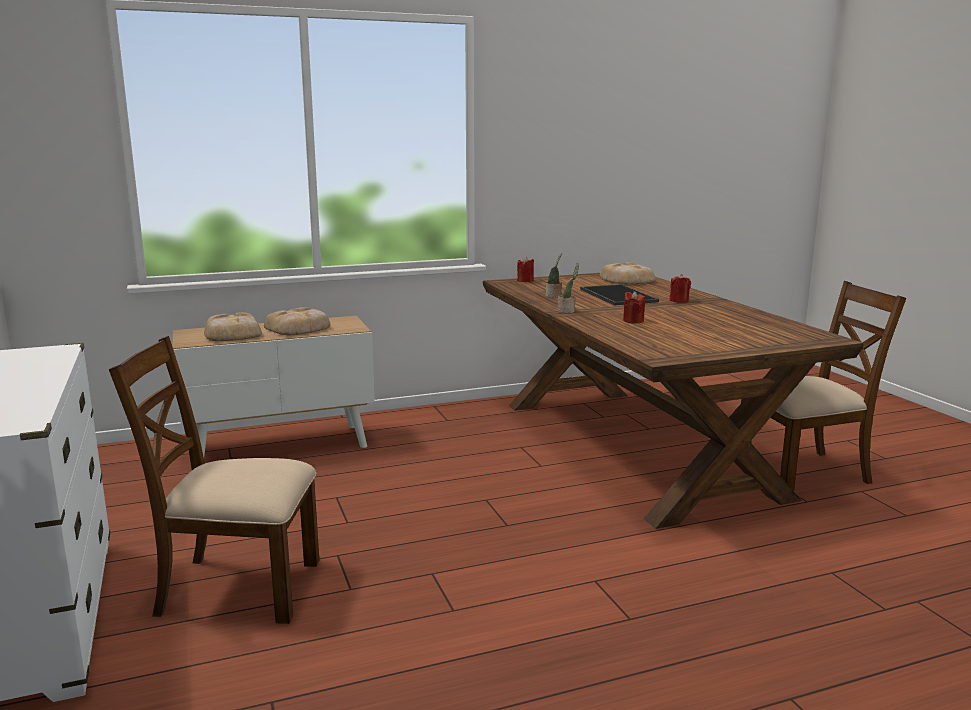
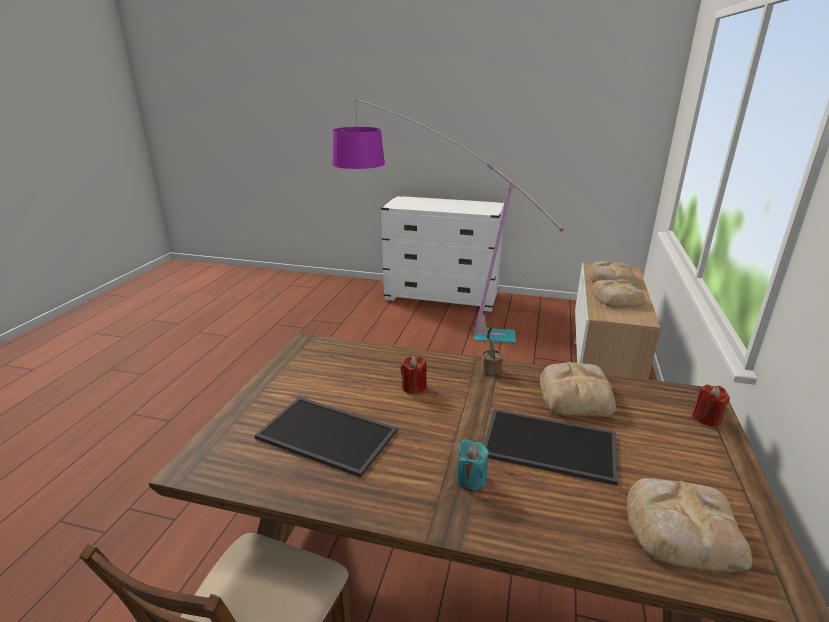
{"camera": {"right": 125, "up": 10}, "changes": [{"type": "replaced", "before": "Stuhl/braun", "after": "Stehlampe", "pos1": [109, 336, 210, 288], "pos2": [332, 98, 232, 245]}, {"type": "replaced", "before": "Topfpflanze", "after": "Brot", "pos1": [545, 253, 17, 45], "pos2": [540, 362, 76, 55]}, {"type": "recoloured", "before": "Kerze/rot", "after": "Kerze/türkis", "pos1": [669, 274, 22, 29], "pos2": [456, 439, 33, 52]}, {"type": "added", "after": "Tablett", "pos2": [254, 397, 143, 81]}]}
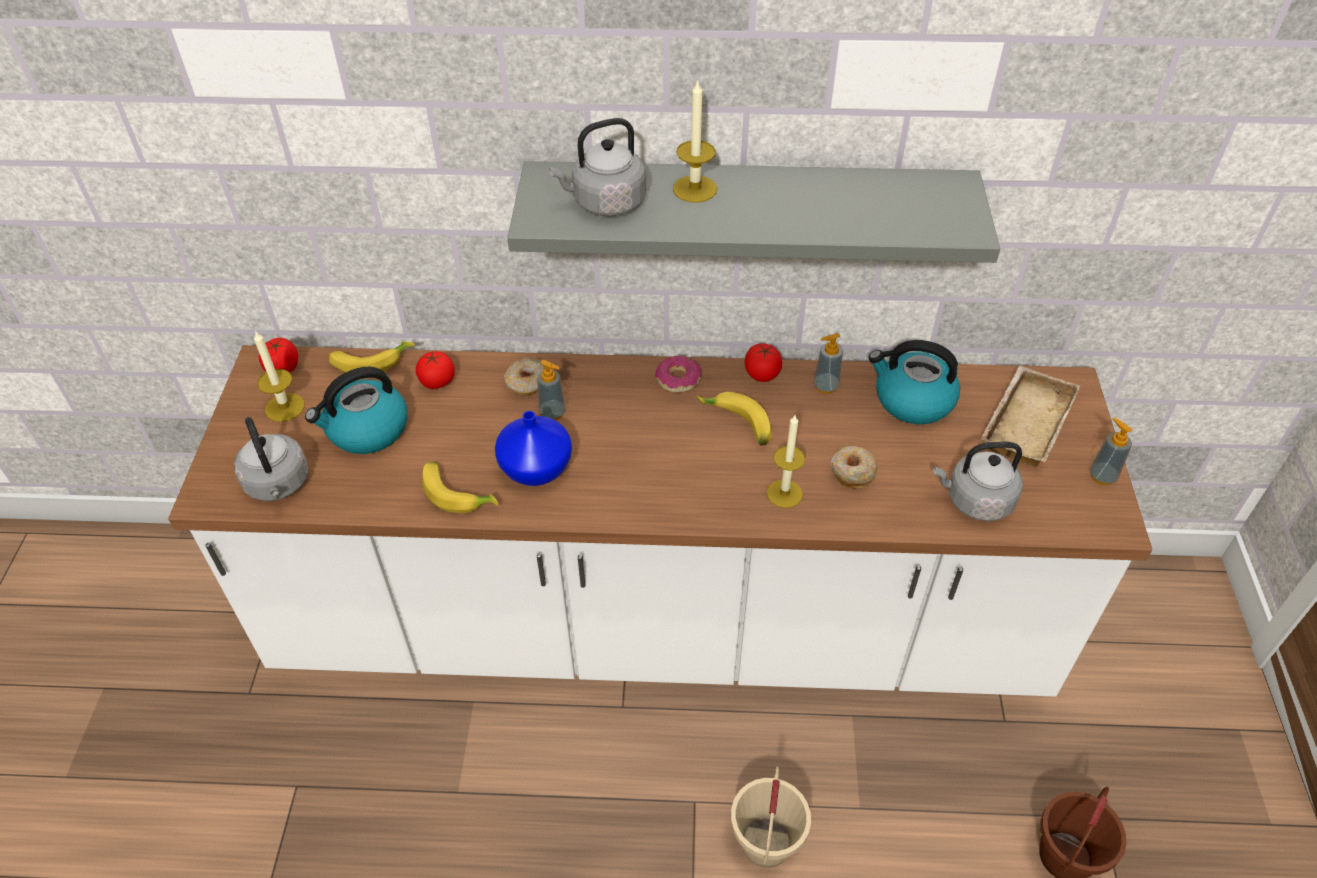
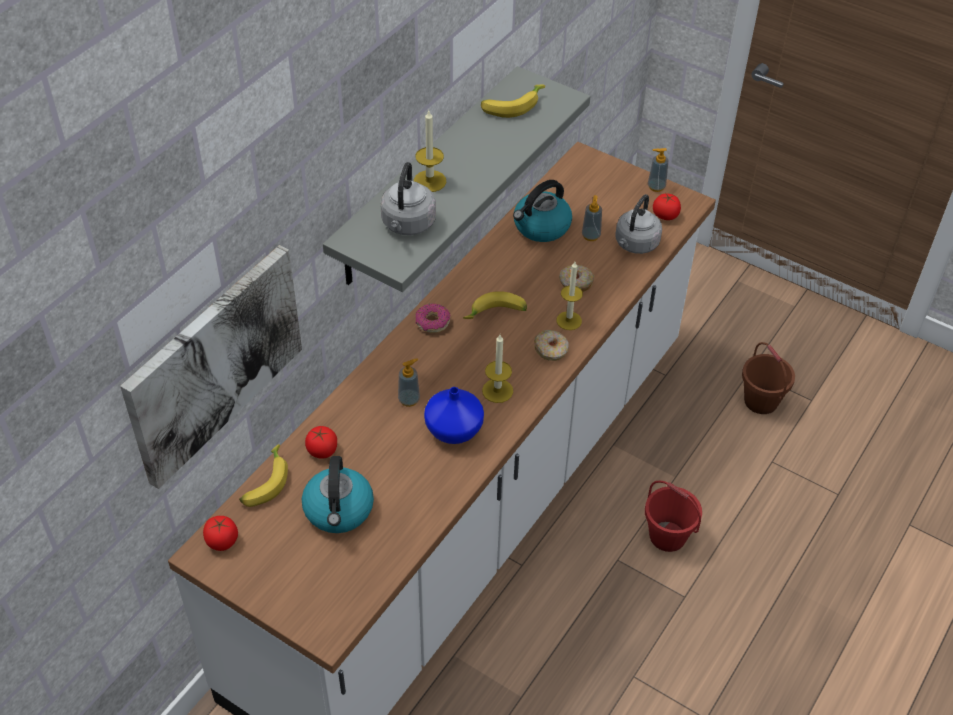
{"camera": {"right": -60, "up": 0}, "changes": [{"type": "removed", "before": "Wasserkessel/grau", "pos1": [234, 417, 75, 84]}, {"type": "moved", "before": "Kerze", "pos1": [254, 330, 51, 92], "pos2": [482, 335, 31, 68]}, {"type": "moved", "before": "Banane", "pos1": [422, 462, 76, 51], "pos2": [481, 85, 64, 33]}, {"type": "moved", "before": "Donut", "pos1": [504, 357, 41, 38], "pos2": [534, 330, 35, 31]}, {"type": "recoloured", "before": "Eimer/beige", "after": "Eimer/rot", "pos1": [731, 767, 80, 101], "pos2": [645, 481, 57, 71]}, {"type": "moved", "before": "Tomate", "pos1": [745, 344, 37, 38], "pos2": [653, 194, 28, 26]}, {"type": "moved", "before": "Seifenspender", "pos1": [813, 333, 30, 61], "pos2": [582, 195, 20, 46]}, {"type": "removed", "before": "Tablett/beige", "pos1": [981, 366, 99, 101]}, {"type": "added", "after": "Bild", "pos2": [120, 245, 182, 244]}]}
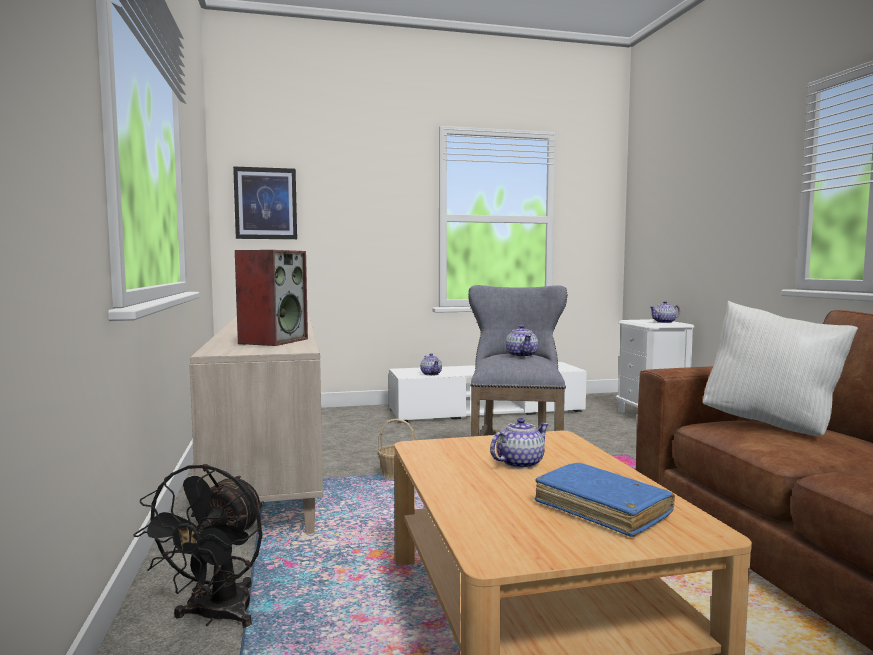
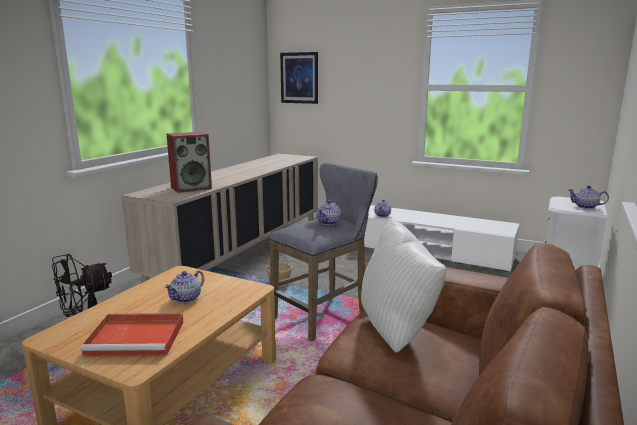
{"camera": {"right": 40, "up": 10}, "changes": [{"type": "turned", "before": "Teekanne", "pos1": [490, 418, 59, 51], "pos2": [164, 270, 40, 33], "turn": 120}, {"type": "replaced", "before": "Buch/blau", "after": "Tablett/rot", "pos1": [534, 463, 141, 74], "pos2": [80, 313, 103, 44]}]}
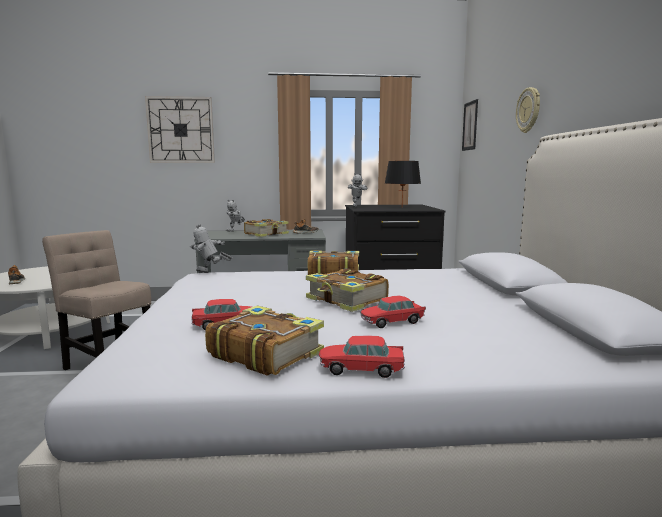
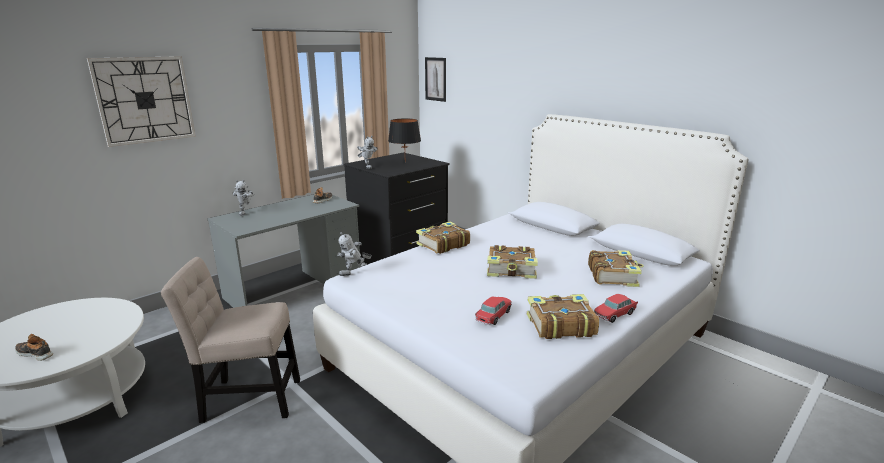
{"camera": {"right": -40, "up": 10}, "changes": [{"type": "moved", "before": "Buch", "pos1": [244, 219, 45, 18], "pos2": [588, 250, 56, 37]}, {"type": "removed", "before": "Spielzeugauto", "pos1": [361, 295, 65, 33]}, {"type": "removed", "before": "Wanduhr", "pos1": [516, 87, 24, 46]}]}
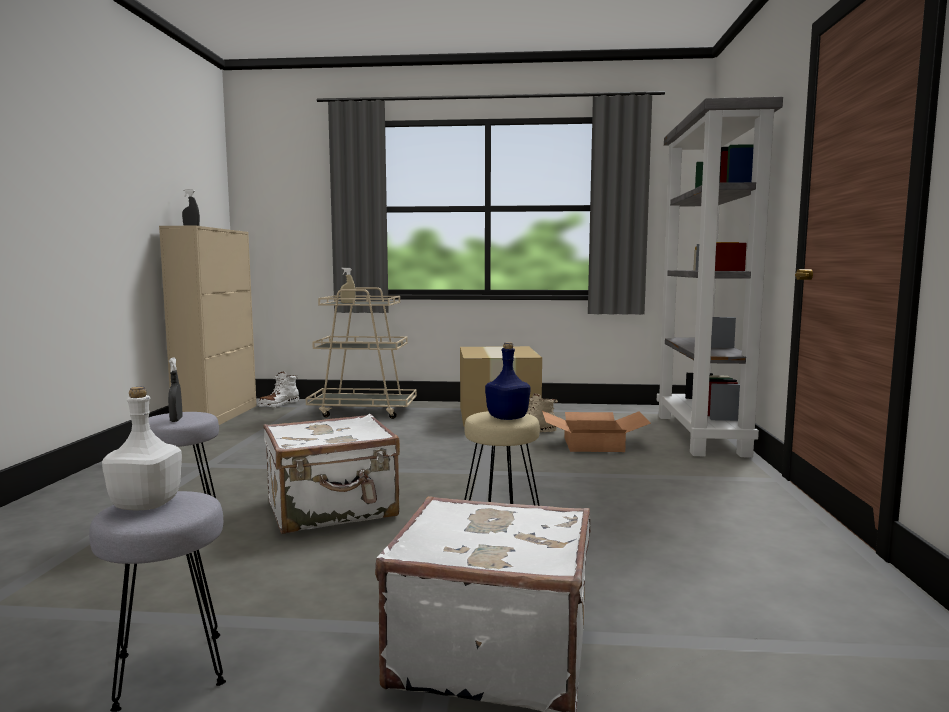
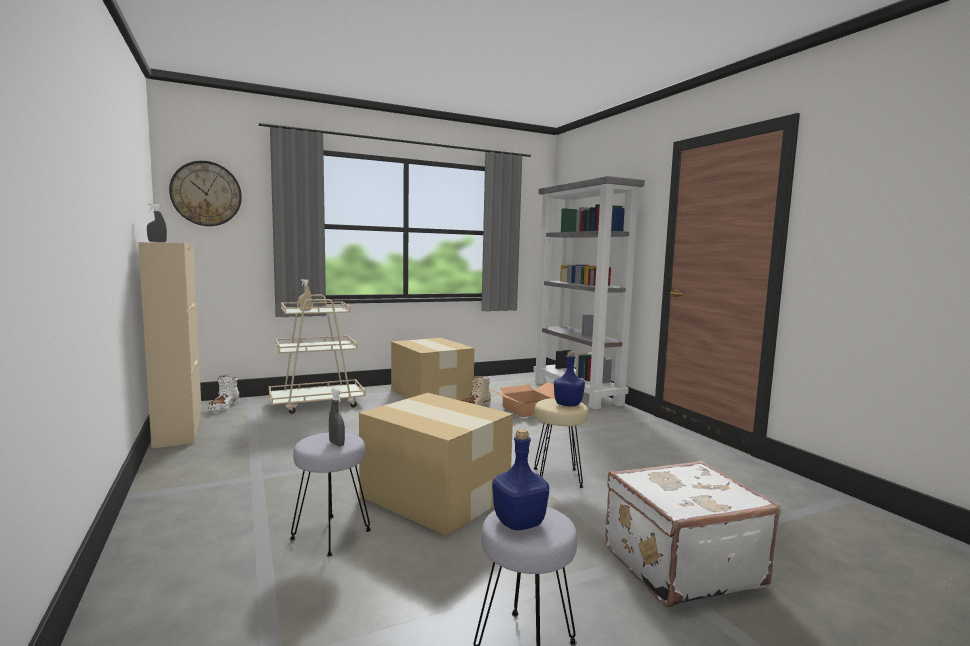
{"camera": {"right": -30, "up": 0}, "changes": [{"type": "recoloured", "before": "Flasche/weiß", "after": "Flasche/blau", "pos1": [102, 387, 80, 123], "pos2": [492, 429, 57, 101]}, {"type": "replaced", "before": "Koffer/weiß", "after": "Karton", "pos1": [263, 414, 137, 120], "pos2": [359, 393, 154, 143]}, {"type": "added", "after": "Wanduhr", "pos2": [169, 161, 73, 65]}]}
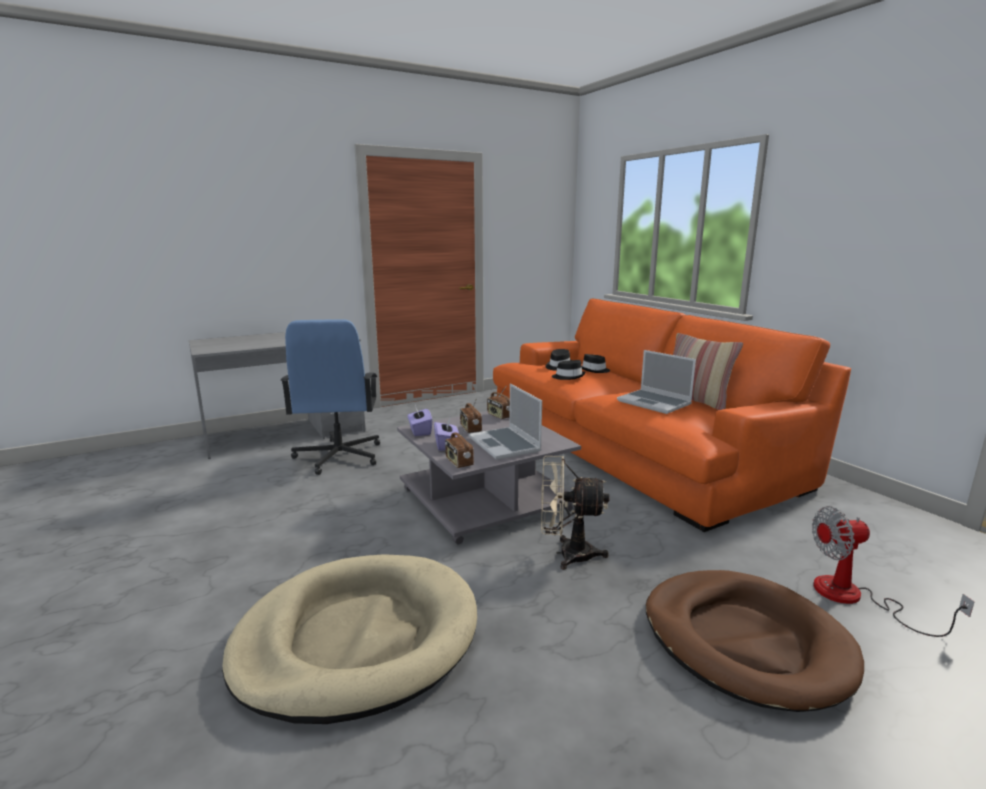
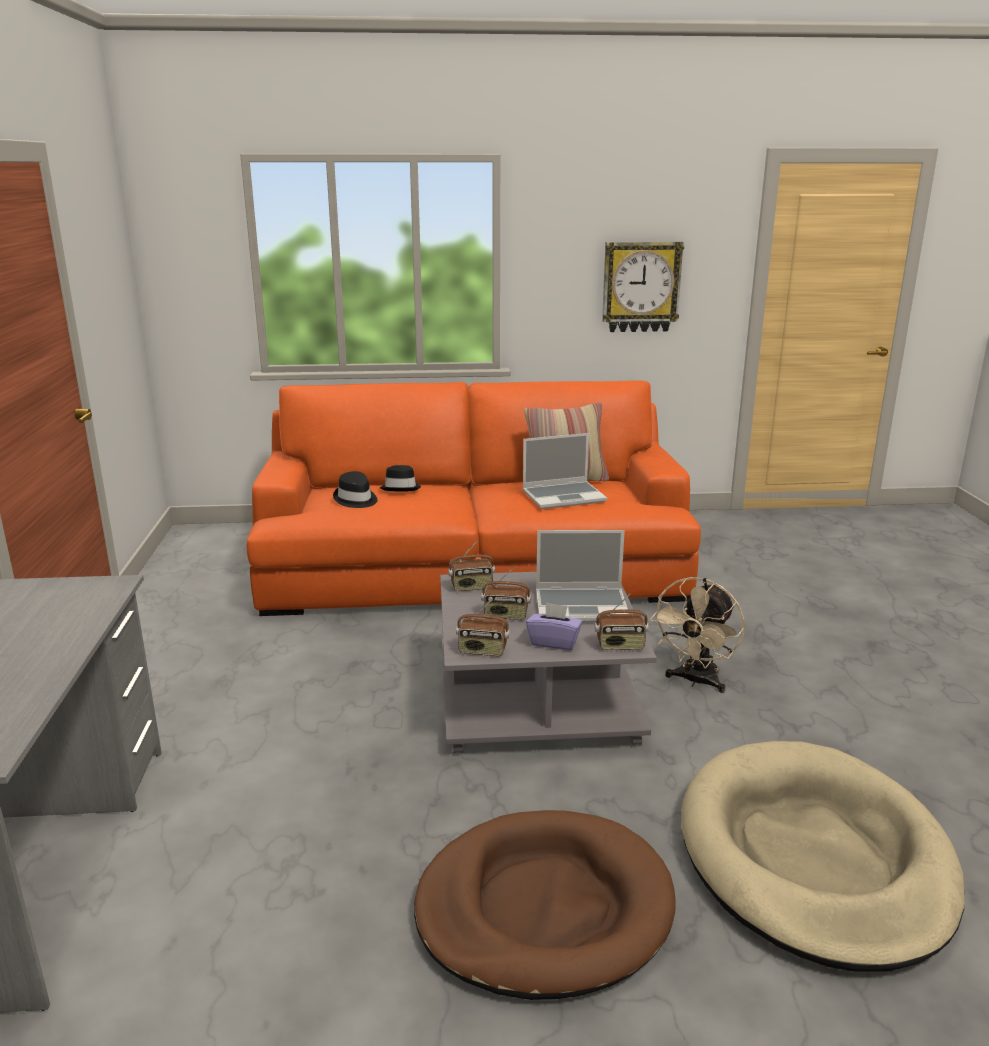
{"camera": {"right": -65, "up": 5}, "changes": [{"type": "removed", "before": "Bürostuhl/blau", "pos1": [281, 319, 99, 156]}, {"type": "replaced", "before": "Taschentuchbox/lila", "after": "Radio", "pos1": [407, 405, 25, 31], "pos2": [456, 599, 54, 57]}, {"type": "removed", "before": "Hut/schwarz", "pos1": [552, 360, 33, 20]}, {"type": "moved", "before": "Hundebett/braun", "pos1": [646, 570, 218, 142], "pos2": [414, 810, 262, 190]}, {"type": "removed", "before": "Ventilator", "pos1": [812, 506, 162, 131]}, {"type": "added", "after": "Wanduhr", "pos2": [602, 242, 82, 90]}]}
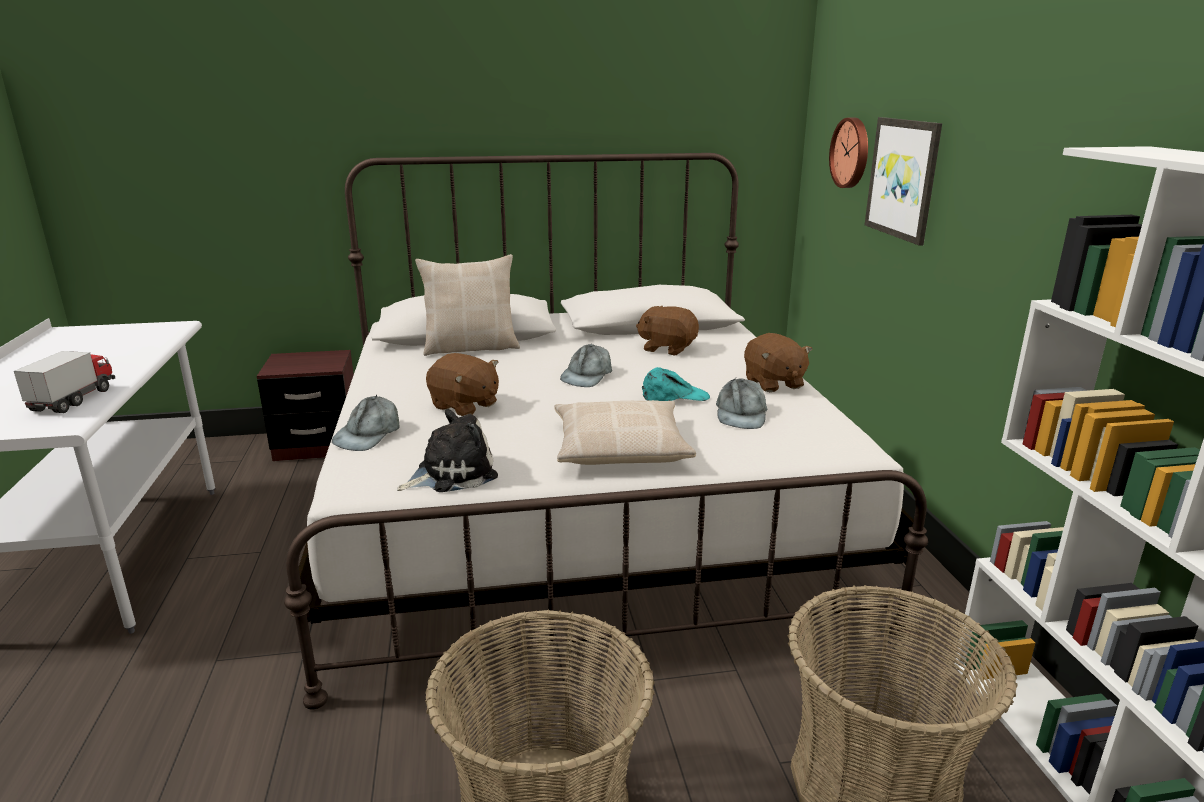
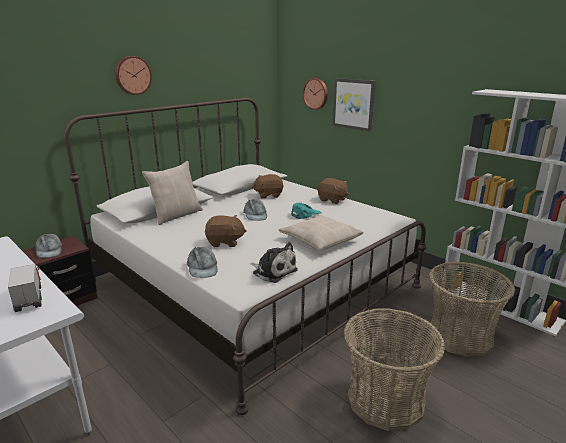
{"camera": {"right": -35, "up": 0}, "changes": [{"type": "turned", "before": "Plüschtier", "pos1": [397, 409, 101, 83], "pos2": [250, 242, 48, 41], "turn": 105}, {"type": "moved", "before": "Kappe/grau", "pos1": [716, 378, 51, 51], "pos2": [36, 234, 26, 24]}, {"type": "added", "after": "Wanduhr", "pos2": [115, 56, 37, 39]}]}
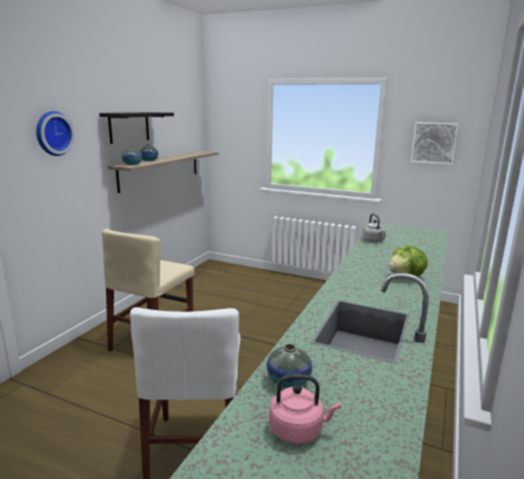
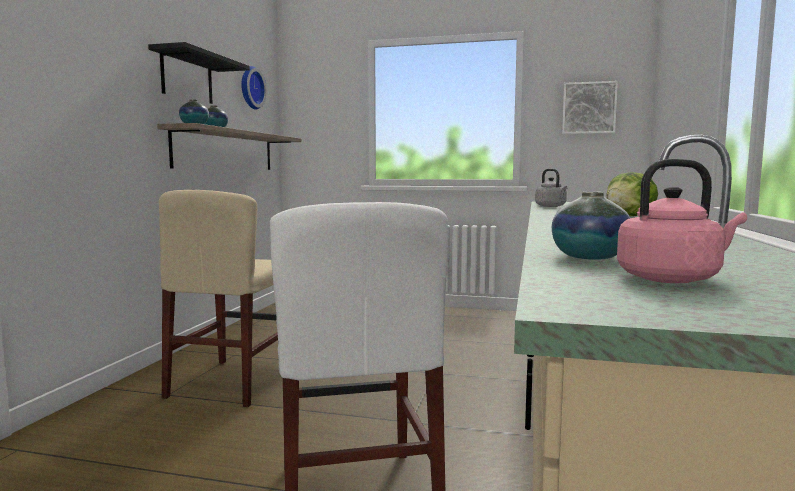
{"camera": {"right": -10, "up": -10}, "changes": [{"type": "moved", "before": "Wanduhr", "pos1": [36, 111, 39, 45], "pos2": [241, 66, 26, 44]}]}
